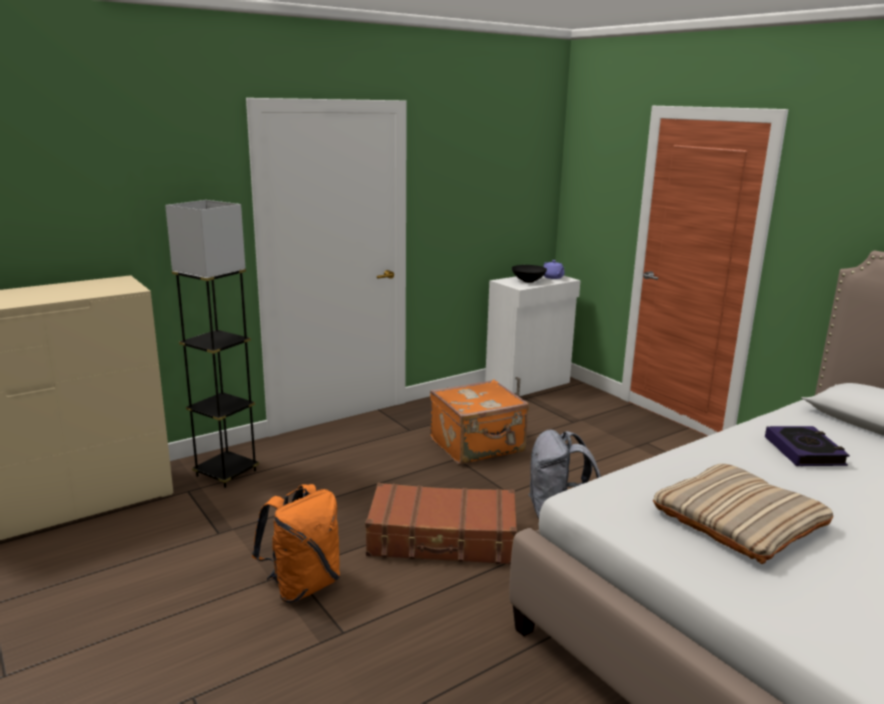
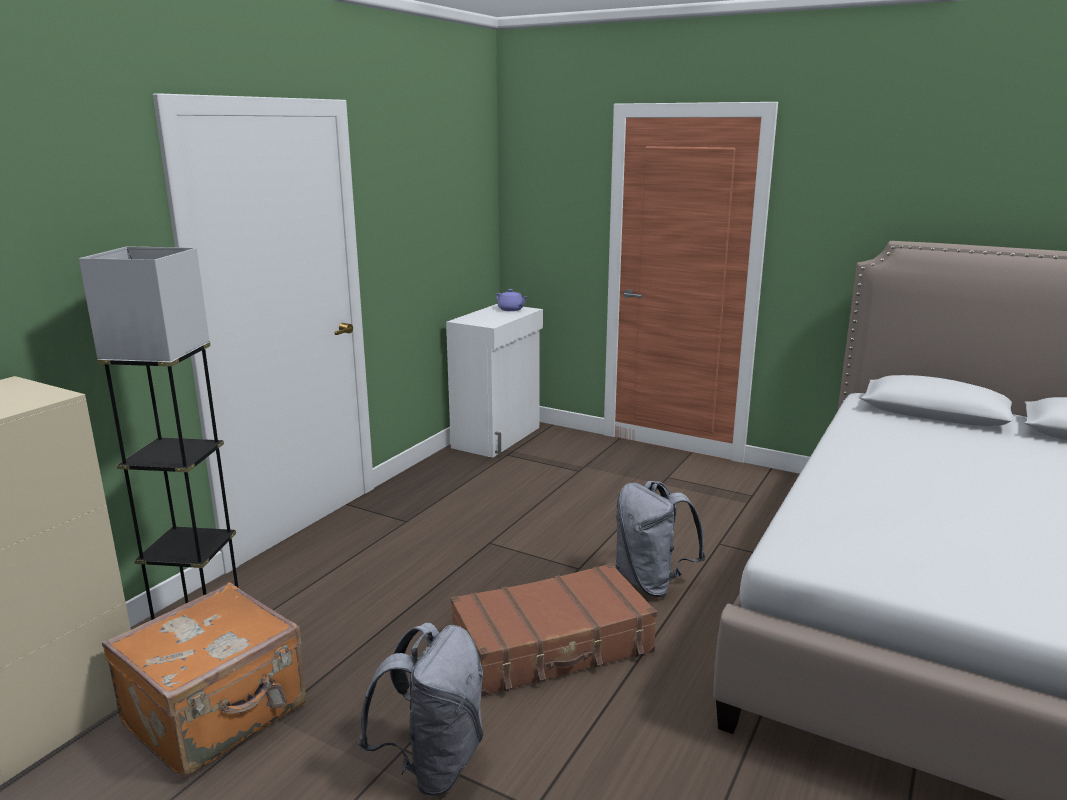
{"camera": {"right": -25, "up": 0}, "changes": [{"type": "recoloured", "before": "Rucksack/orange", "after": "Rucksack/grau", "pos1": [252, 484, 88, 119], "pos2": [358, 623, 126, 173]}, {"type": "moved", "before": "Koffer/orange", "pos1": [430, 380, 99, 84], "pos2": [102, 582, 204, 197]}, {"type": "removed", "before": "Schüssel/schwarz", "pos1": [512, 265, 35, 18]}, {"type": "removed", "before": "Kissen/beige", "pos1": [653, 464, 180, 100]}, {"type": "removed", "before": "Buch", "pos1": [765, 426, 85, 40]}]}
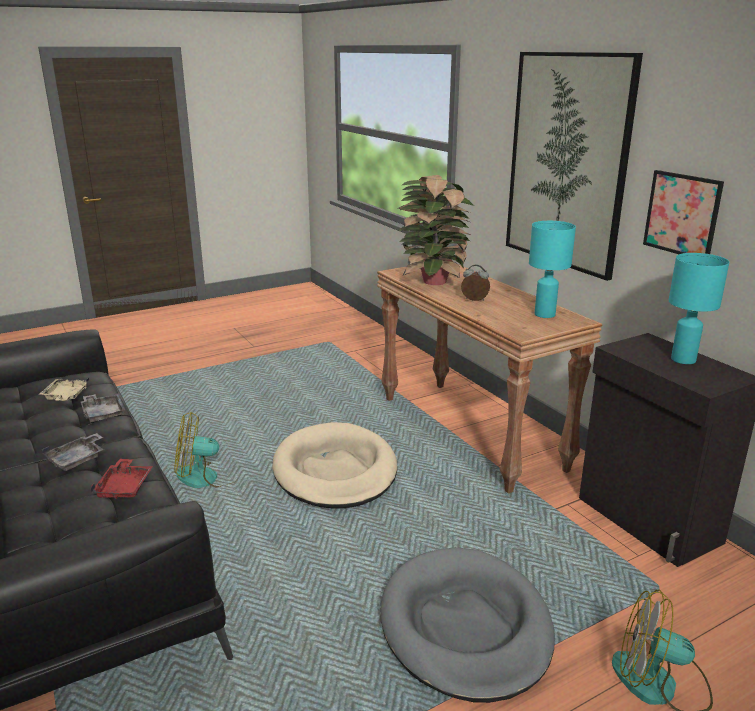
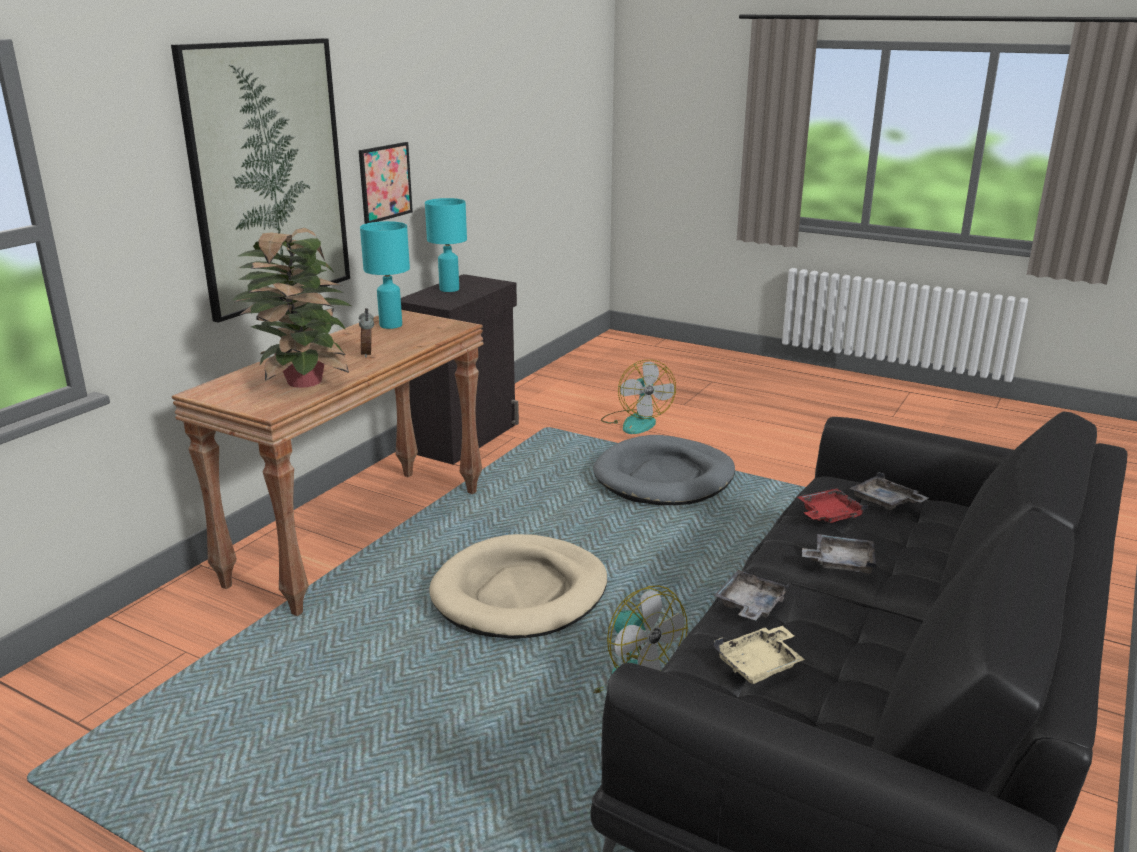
{"camera": {"right": -120, "up": 0}, "changes": [{"type": "added", "after": "Tablett/grau", "pos2": [850, 472, 78, 38]}]}
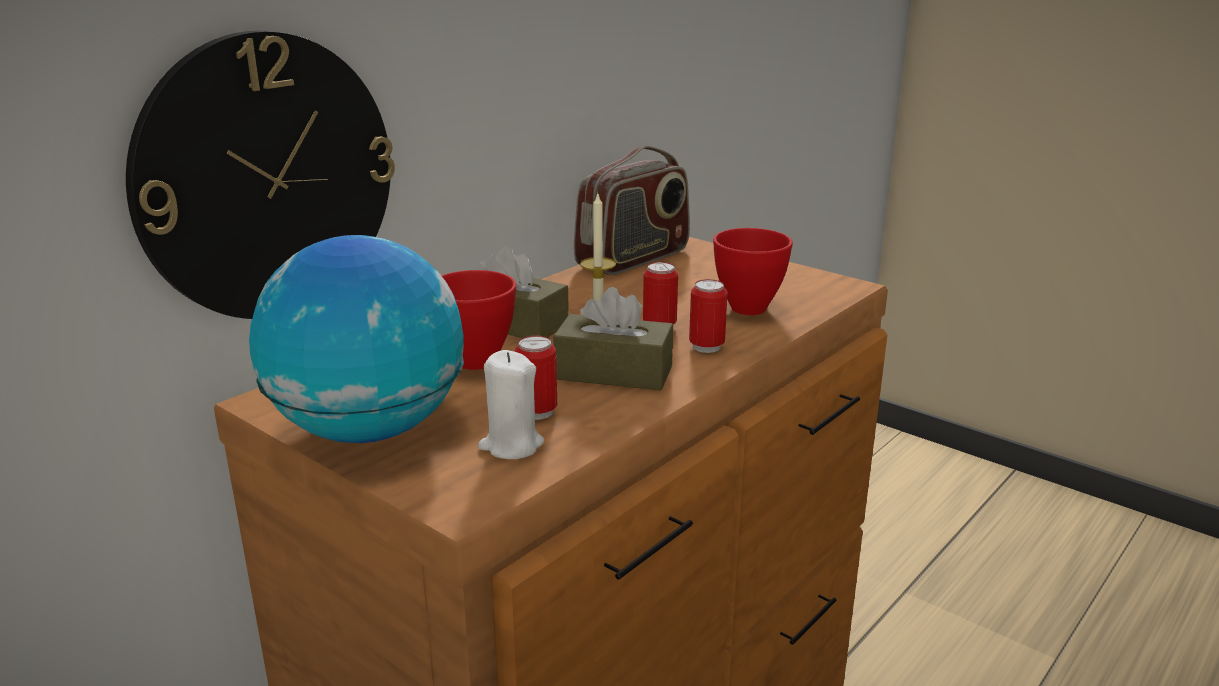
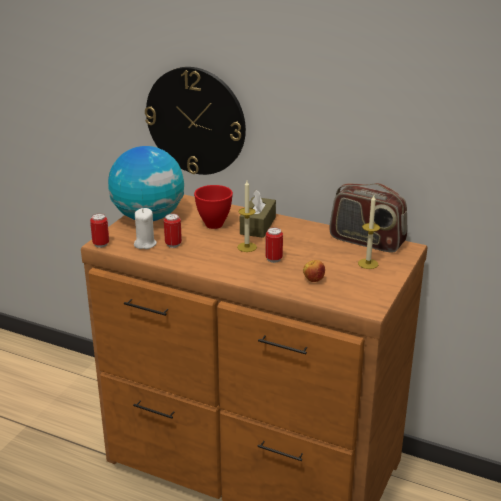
{"camera": {"right": 75, "up": 5}, "changes": [{"type": "removed", "before": "Taschentuchbox/braun", "pos1": [553, 287, 120, 104]}, {"type": "moved", "before": "Dose", "pos1": [689, 279, 39, 74], "pos2": [90, 213, 19, 35]}, {"type": "replaced", "before": "Schüssel/rot", "after": "Apfel", "pos1": [713, 228, 80, 87], "pos2": [303, 260, 22, 22]}, {"type": "added", "after": "Kerze", "pos2": [358, 195, 22, 74]}]}
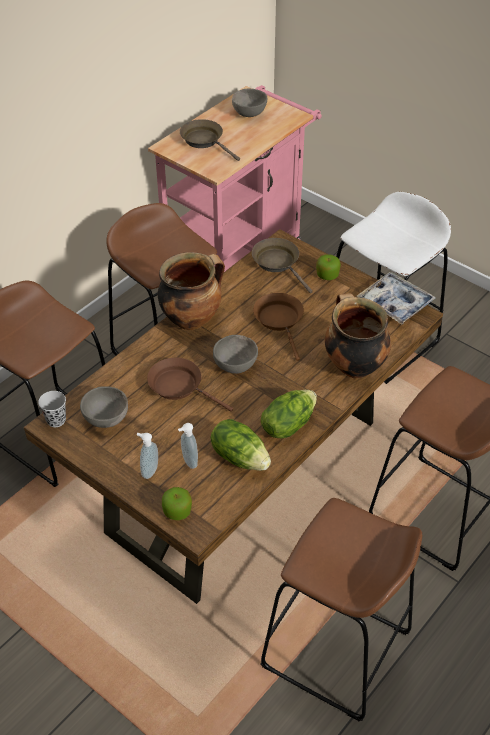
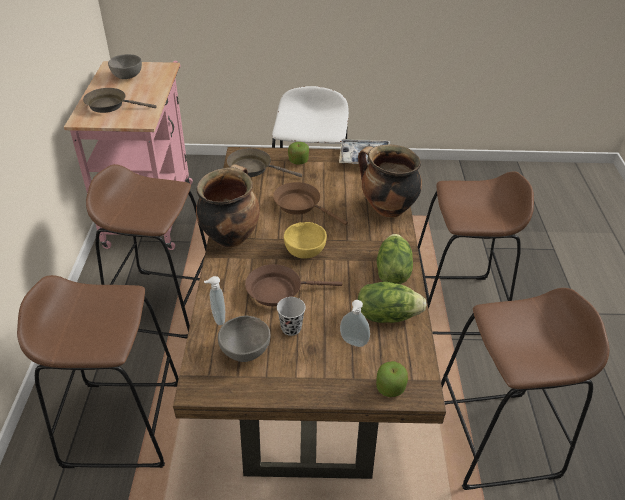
{"camera": {"right": -40, "up": -5}, "changes": [{"type": "moved", "before": "Tasse/schwarz", "pos1": [38, 391, 28, 36], "pos2": [277, 297, 29, 39]}, {"type": "moved", "before": "Seifenspender", "pos1": [137, 433, 21, 46], "pos2": [204, 276, 21, 49]}, {"type": "recoloured", "before": "Schüssel/grau", "after": "Schüssel/gelb", "pos1": [213, 335, 45, 39], "pos2": [284, 222, 43, 37]}]}
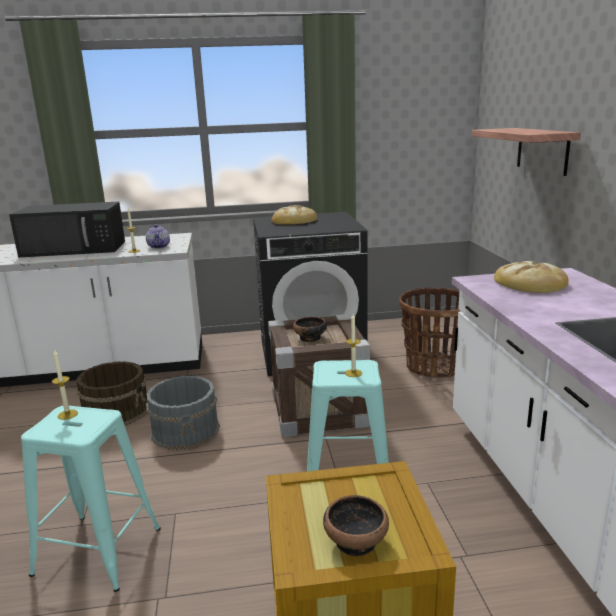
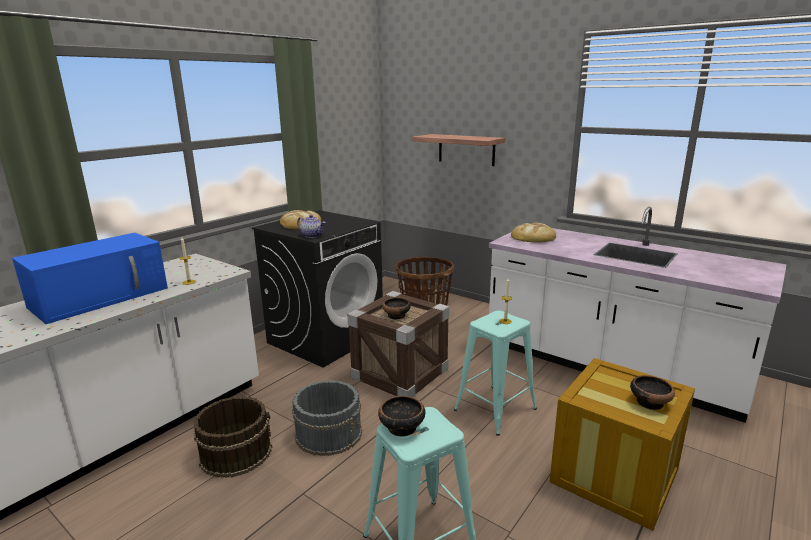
{"camera": {"right": -45, "up": 0}, "changes": [{"type": "recoloured", "before": "Mikrowelle/schwarz", "after": "Mikrowelle/blau", "pos1": [9, 202, 116, 56], "pos2": [12, 233, 156, 91]}, {"type": "replaced", "before": "Kerze", "after": "Schüssel", "pos1": [52, 349, 26, 71], "pos2": [378, 396, 47, 41]}, {"type": "moved", "before": "Teekanne", "pos1": [146, 224, 24, 25], "pos2": [297, 215, 29, 23]}]}
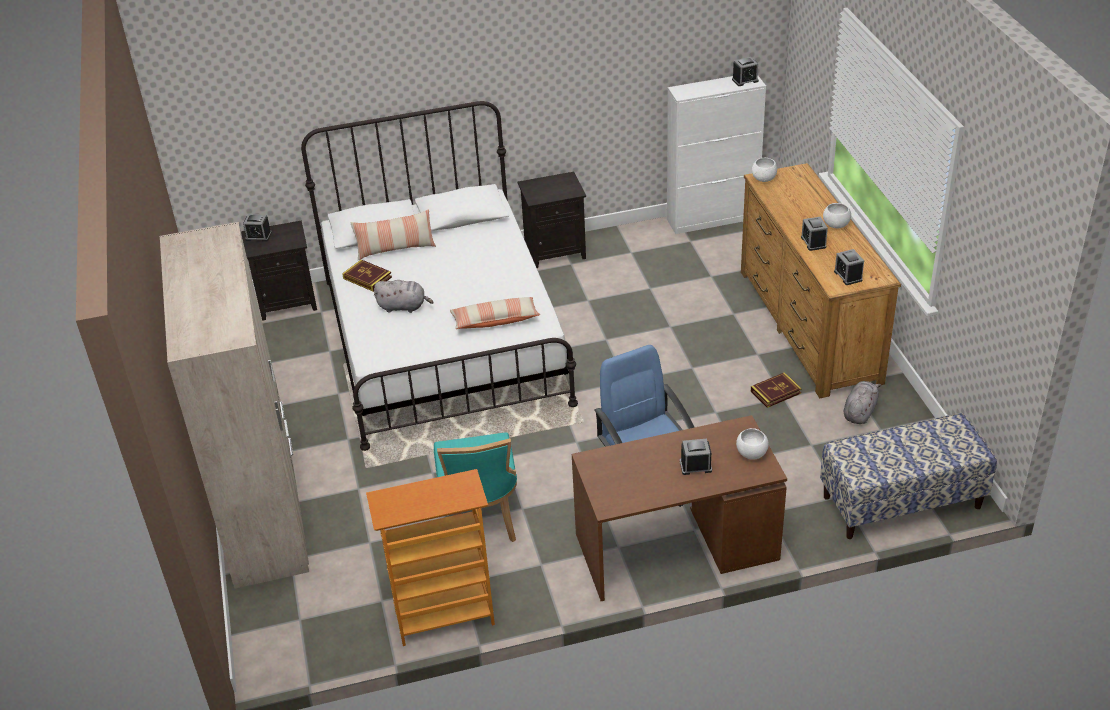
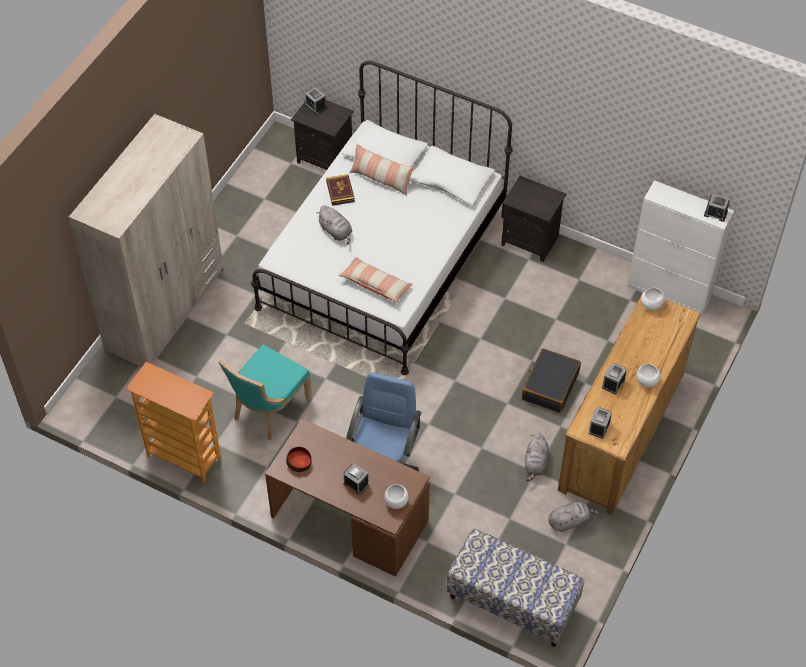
{"camera": {"right": 40, "up": 15}, "changes": [{"type": "replaced", "before": "Buch", "after": "Plüschtier/grau", "pos1": [751, 372, 51, 36], "pos2": [525, 433, 24, 48]}, {"type": "added", "after": "Schüssel", "pos2": [286, 447, 26, 25]}, {"type": "added", "after": "Koffer/schwarz", "pos2": [522, 348, 59, 65]}]}
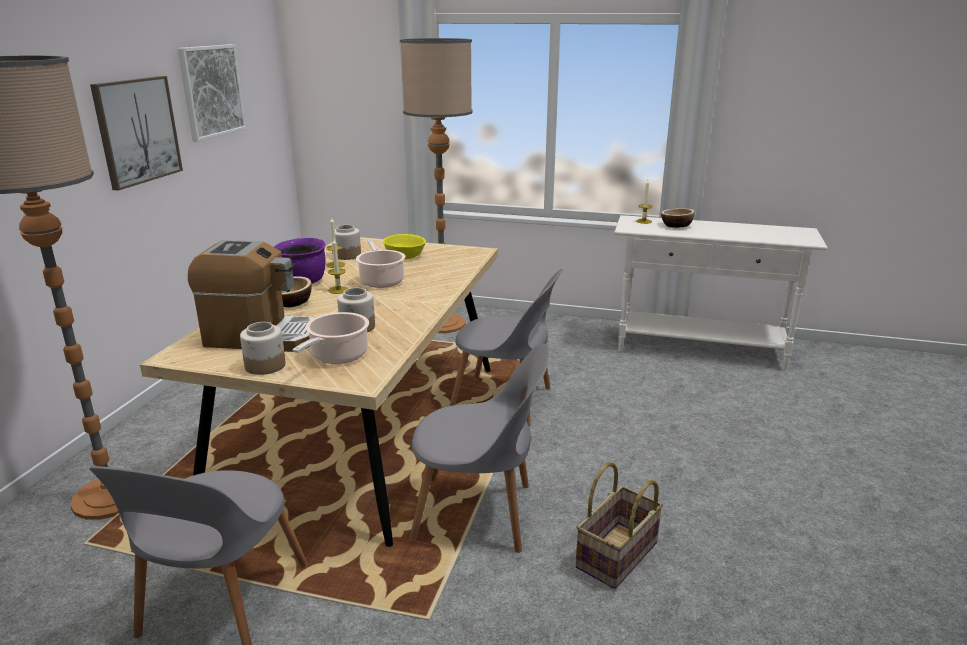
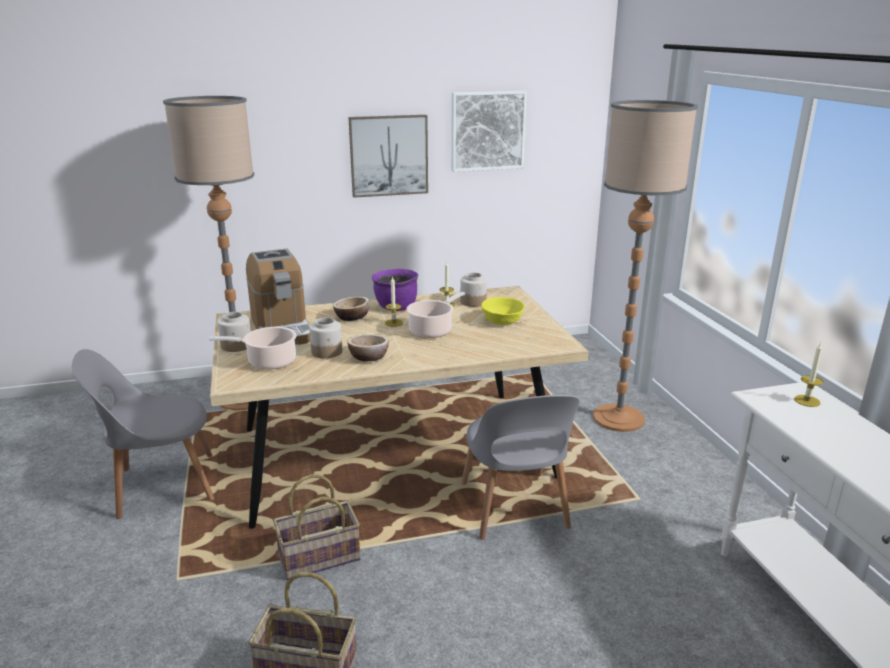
{"camera": {"right": 60, "up": 0}, "changes": [{"type": "replaced", "before": "Stuhl/grau", "after": "Korb", "pos1": [409, 343, 140, 210], "pos2": [273, 474, 88, 106]}, {"type": "moved", "before": "Schüssel", "pos1": [661, 208, 34, 20], "pos2": [347, 334, 42, 27]}]}
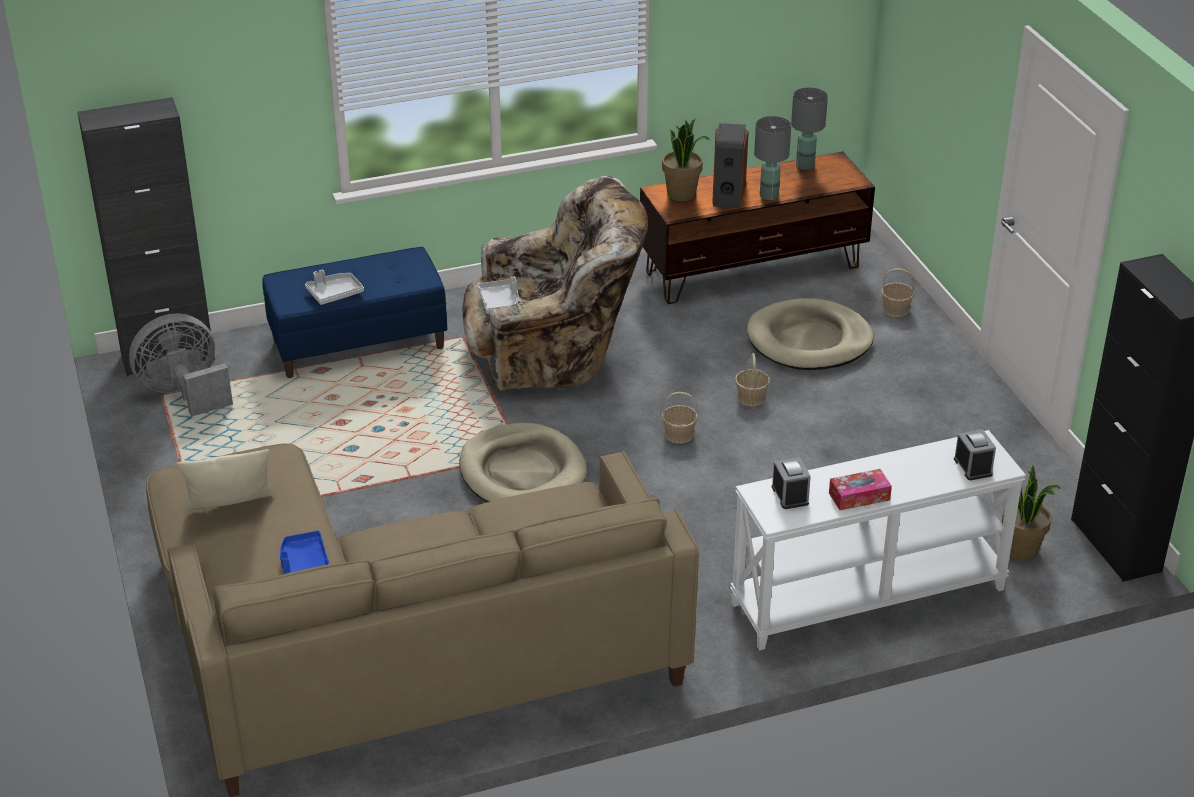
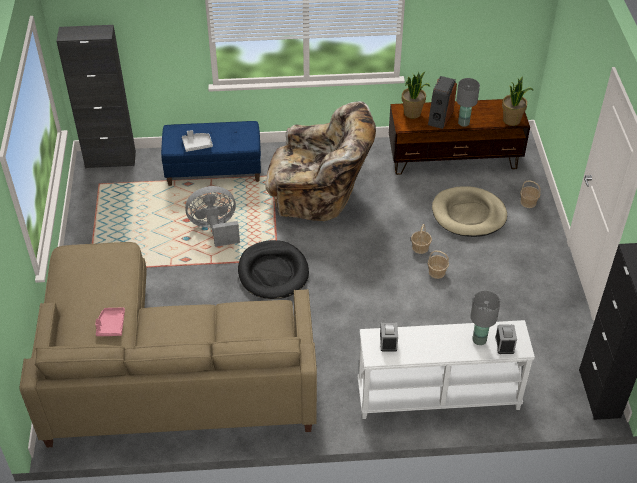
{"camera": {"right": 15, "up": 10}, "changes": [{"type": "moved", "before": "Ventilator/grau", "pos1": [129, 313, 104, 104], "pos2": [185, 186, 55, 61]}, {"type": "removed", "before": "Kissen/beige", "pos1": [176, 449, 98, 60]}, {"type": "recoloured", "before": "Tablett/blau", "after": "Tablett/rosa", "pos1": [280, 530, 49, 44], "pos2": [95, 308, 30, 28]}, {"type": "recoloured", "before": "Hundebett/beige", "after": "Hundebett/schwarz", "pos1": [459, 423, 128, 79], "pos2": [238, 240, 71, 59]}, {"type": "removed", "before": "Tablett/grau", "pos1": [477, 276, 42, 38]}, {"type": "moved", "before": "Korb", "pos1": [662, 392, 36, 52], "pos2": [428, 251, 21, 28]}, {"type": "moved", "before": "Tischlampe/grau", "pos1": [791, 87, 37, 83], "pos2": [470, 291, 31, 54]}, {"type": "removed", "before": "Taschentuchbox", "pos1": [829, 469, 63, 41]}, {"type": "moved", "before": "Topfpflanze", "pos1": [1002, 464, 59, 97], "pos2": [502, 76, 32, 50]}]}
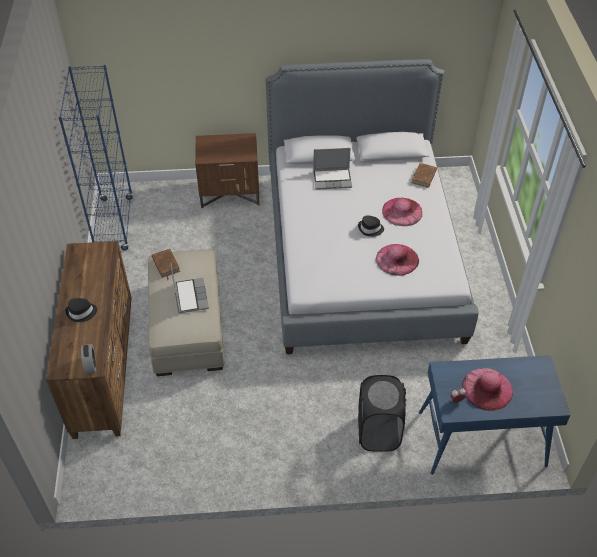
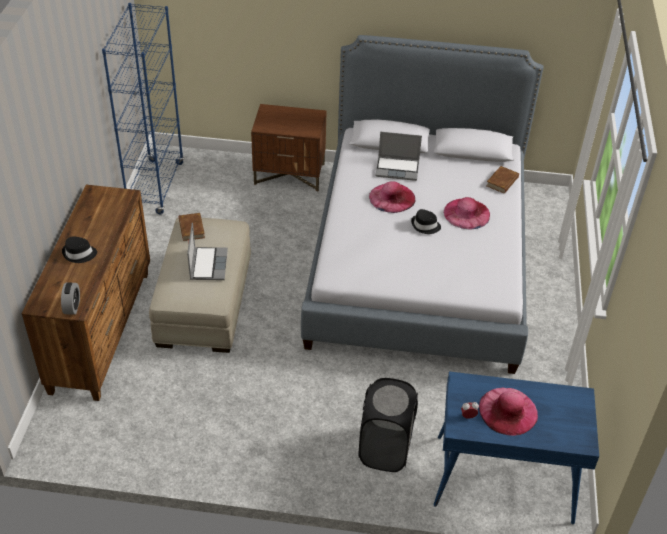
{"camera": {"right": 10, "up": -5}, "changes": [{"type": "moved", "before": "Hut/rosa", "pos1": [376, 244, 43, 32], "pos2": [369, 181, 46, 32]}]}
